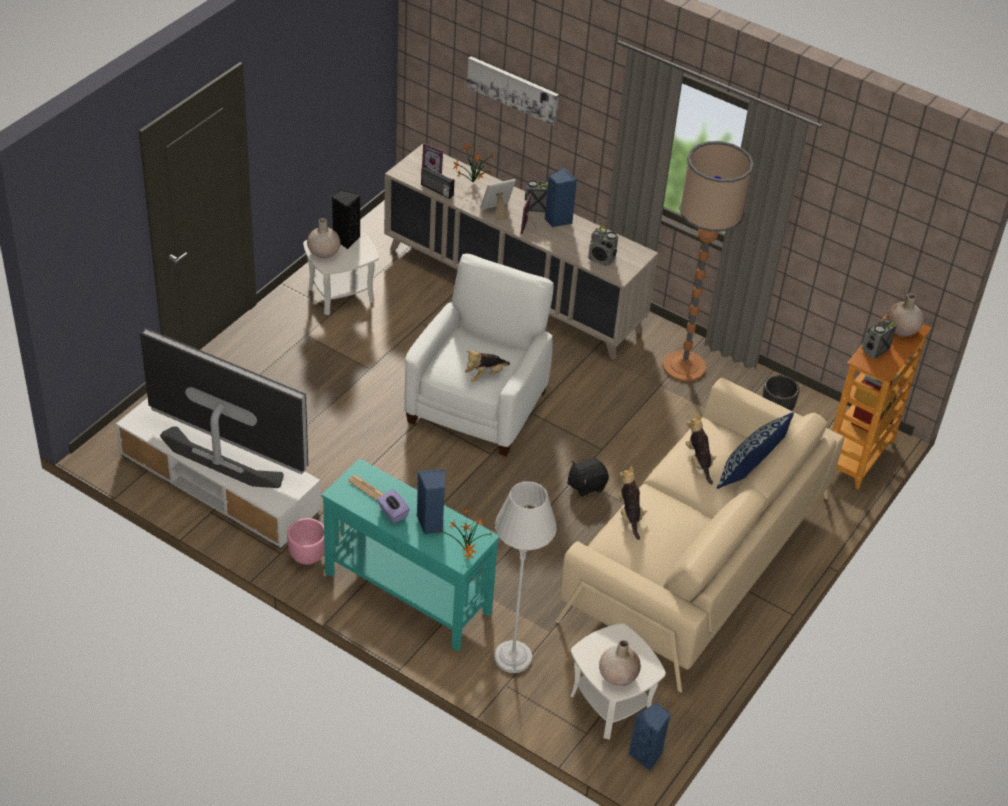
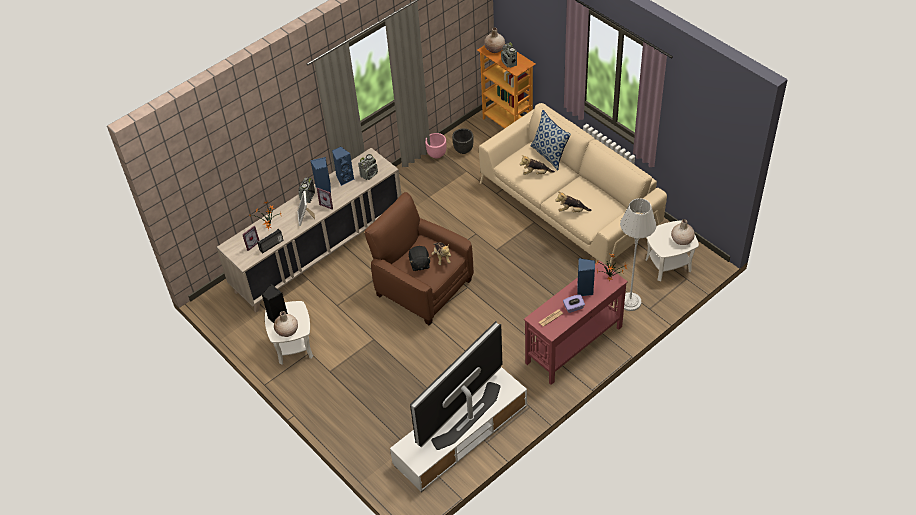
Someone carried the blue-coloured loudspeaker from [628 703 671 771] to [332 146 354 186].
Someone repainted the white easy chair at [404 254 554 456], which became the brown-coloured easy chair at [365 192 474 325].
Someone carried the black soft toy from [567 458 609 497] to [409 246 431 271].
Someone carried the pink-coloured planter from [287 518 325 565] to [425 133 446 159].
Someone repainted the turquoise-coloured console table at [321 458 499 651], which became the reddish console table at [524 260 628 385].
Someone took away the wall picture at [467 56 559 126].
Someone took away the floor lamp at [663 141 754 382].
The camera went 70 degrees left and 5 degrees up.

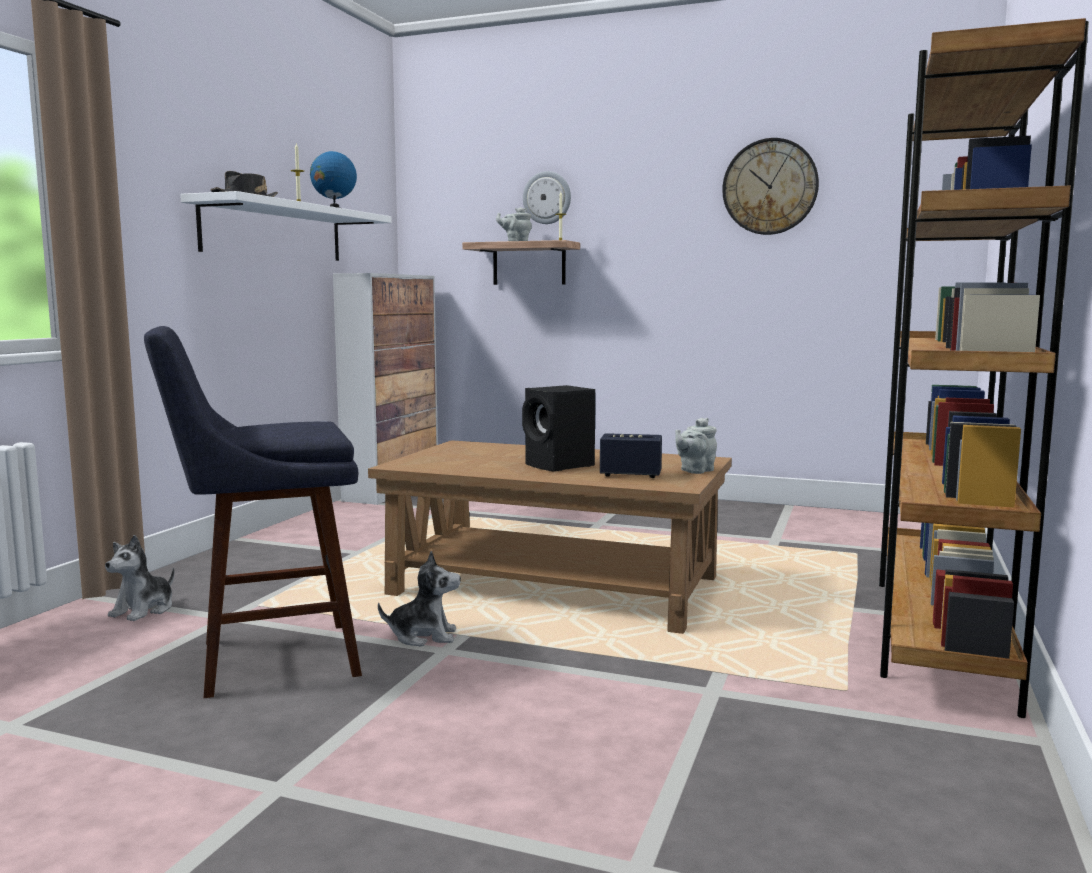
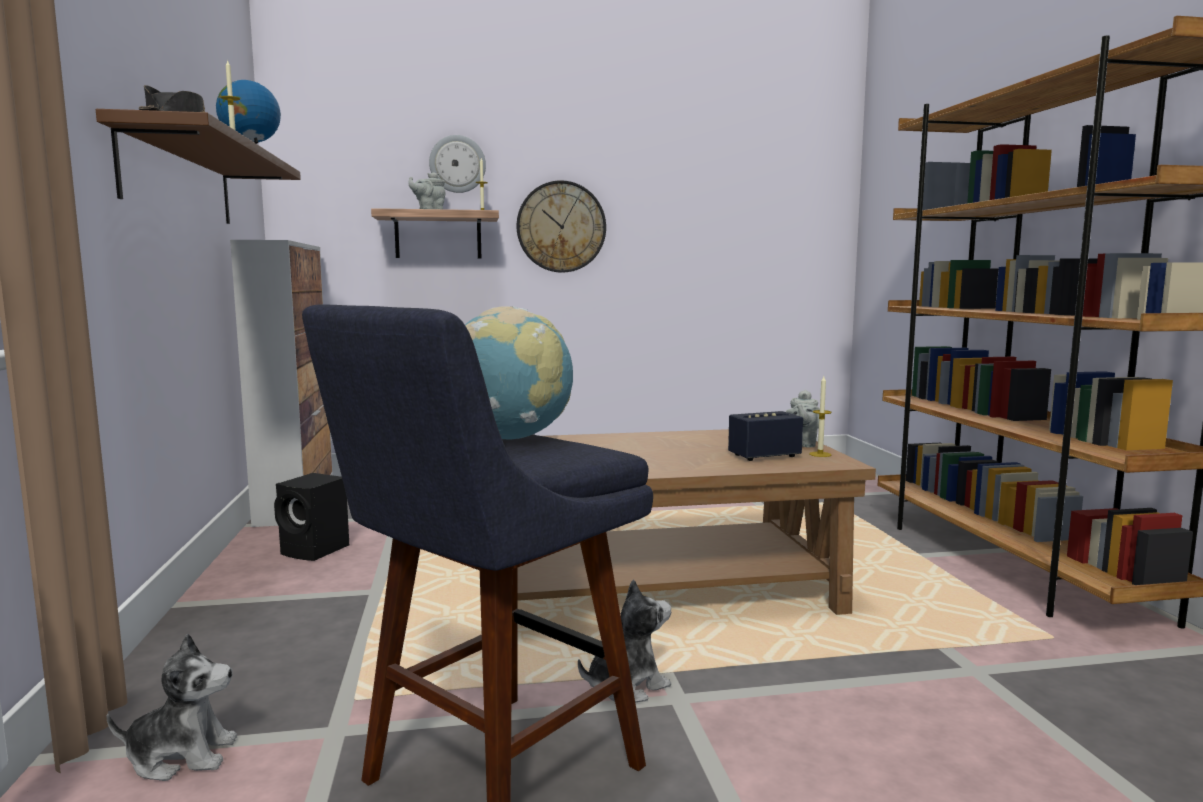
Someone repainted the white shelf at [180 191 392 261], which became the brown-coloured shelf at [96 109 301 224].
Someone rotated the soft toy at [105 535 175 621] by 90 degrees counterclockwise.
Someone carried the black loudspeaker from [522 385 595 471] to [274 473 349 561].
Someone put down the desk globe at [465 306 573 439].
Someone carried the clock on the wall from [722 138 819 235] to [517 180 606 273].
Someone put down the wax candle at [809 376 832 457].
The camera went 30 degrees left and 0 degrees up.

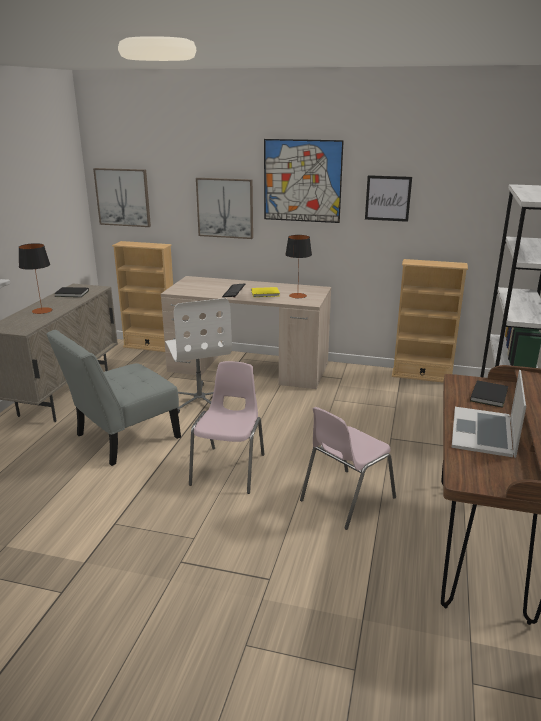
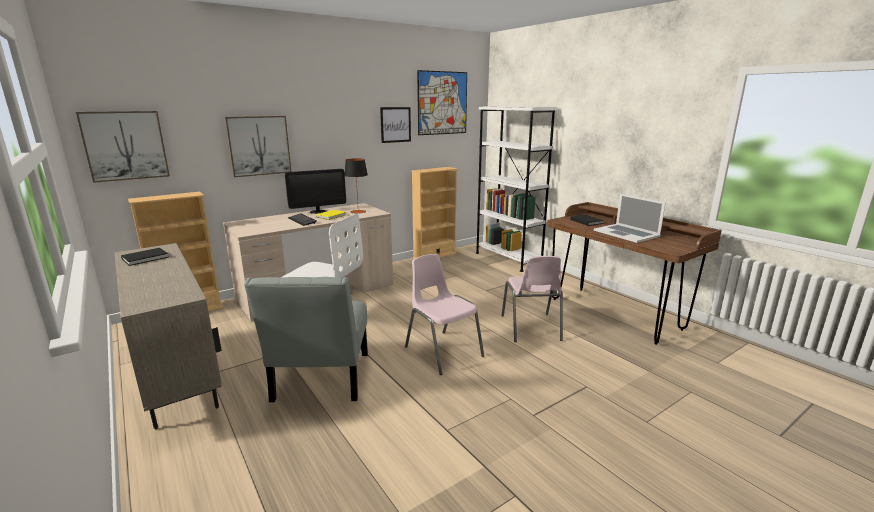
Someone put down the monitor at [285 169 346 214].
Someone carried the wall picture from [264 139 344 223] to [417 70 467 135].
Someone took away the table lamp at [19 243 53 314].
The camera went 50 degrees left and 5 degrees down.

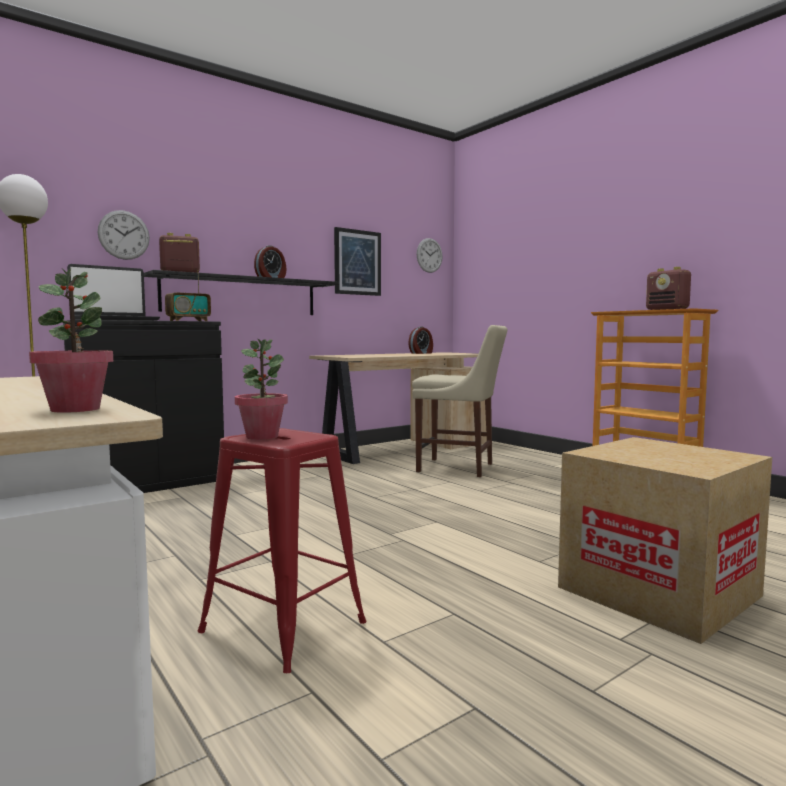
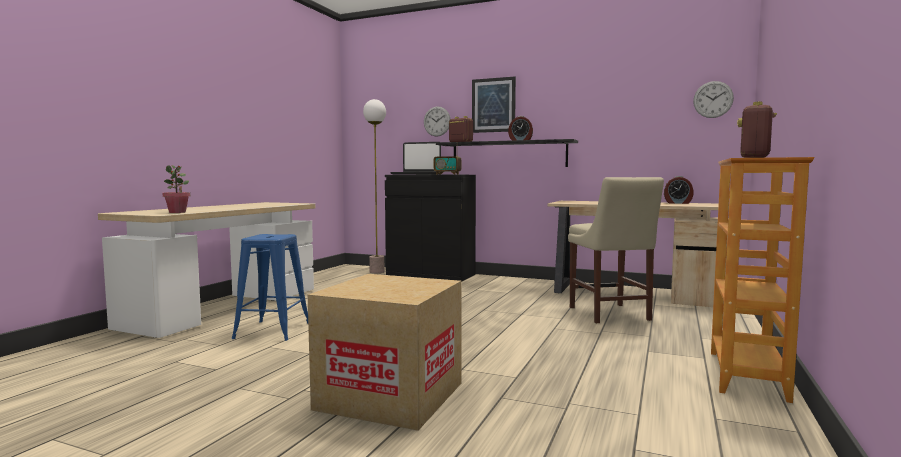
Someone repainted the reddish stool at [198 428 366 673], which became the blue-coloured stool at [231 234 308 341].
Someone carried the wall picture from [334 227 381 296] to [472 77 516 133].
Someone took away the houseplant at [235 338 288 440].
The camera went 60 degrees right and 0 degrees up.

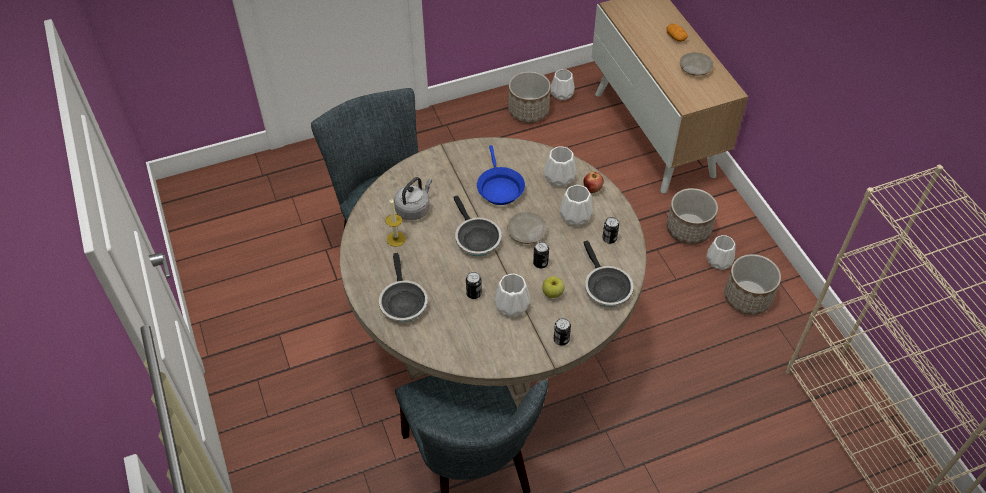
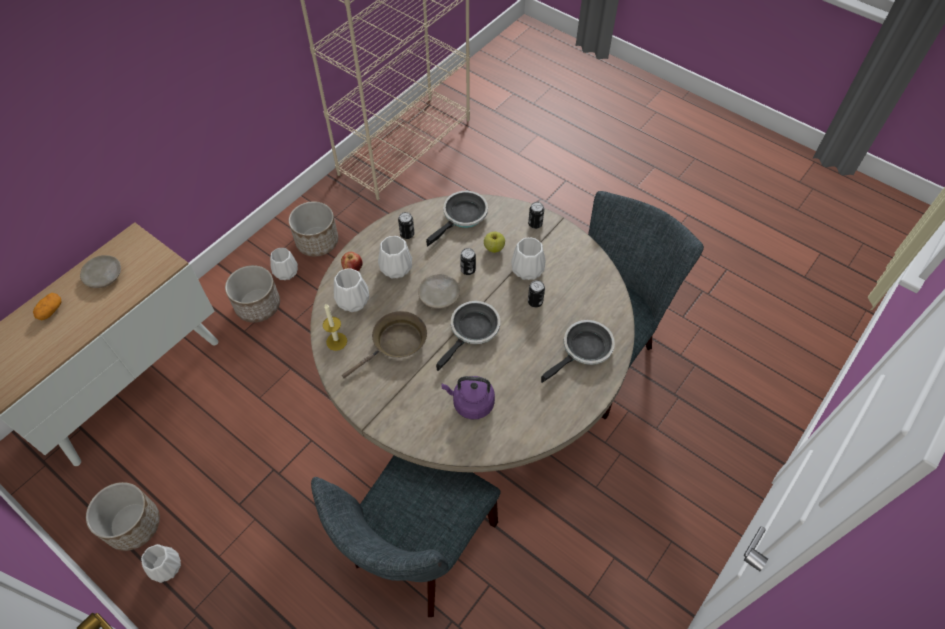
Someone carried the white decorative vase from [551 69 575 100] to [141 544 181 583].
Someone carried the wax candle from [386 198 406 247] to [323 304 347 351].
Someone repainted the blue-coloured pan at [477 145 525 205], which became the brown-coloured pan at [342 311 427 378].
Someone repainted the gray tea kettle at [394 177 432 220], which became the purple-coloured tea kettle at [442 376 495 419].
The camera went 120 degrees left and 5 degrees up.

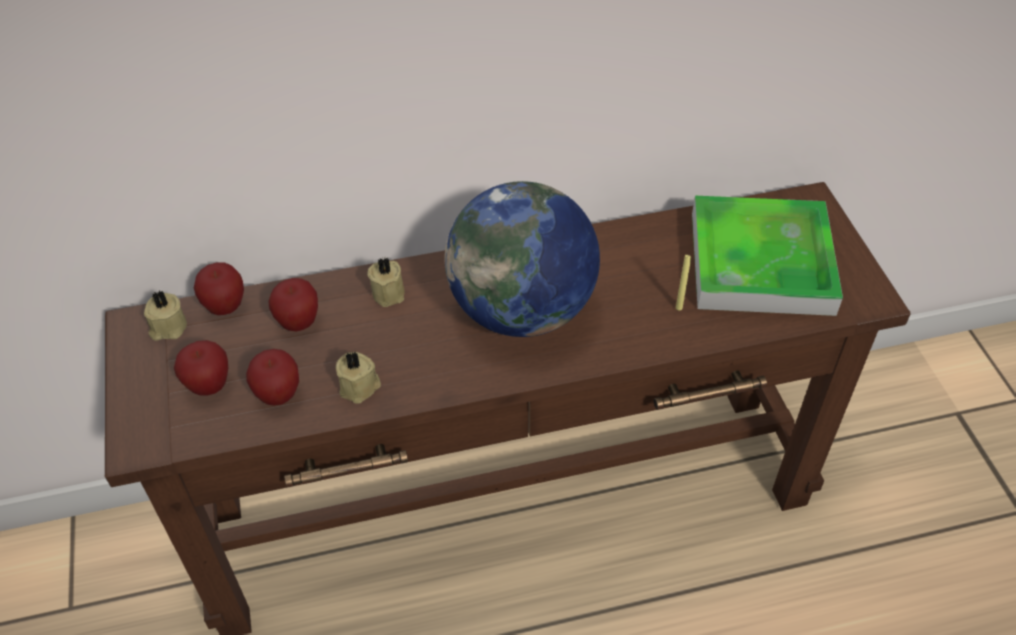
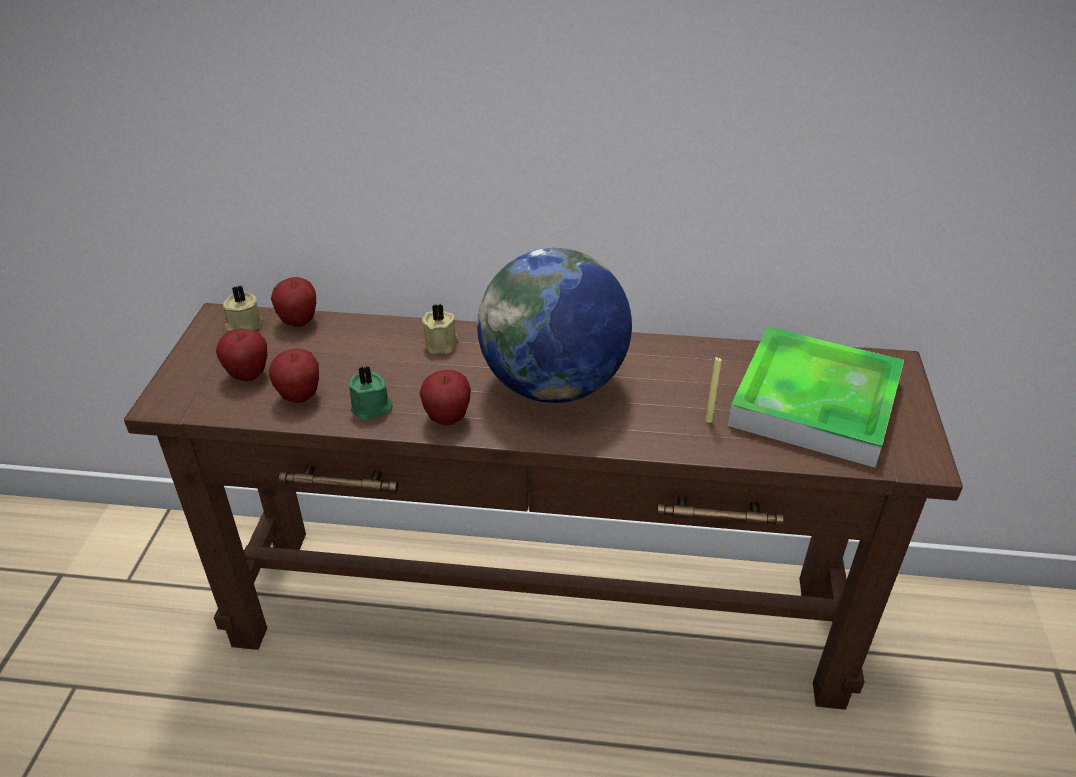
Someone repainted the sand-coloured wax candle at [336 351 381 404], which became the greenish wax candle at [348 366 393 421].
Someone carried the whole apple from [268 278 318 332] to [419 370 471 425].
The camera went 20 degrees right and 10 degrees down.

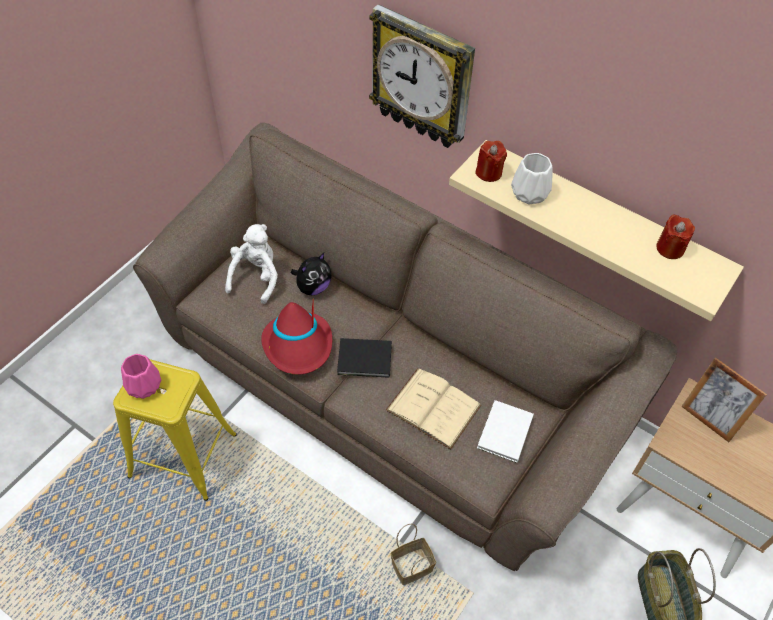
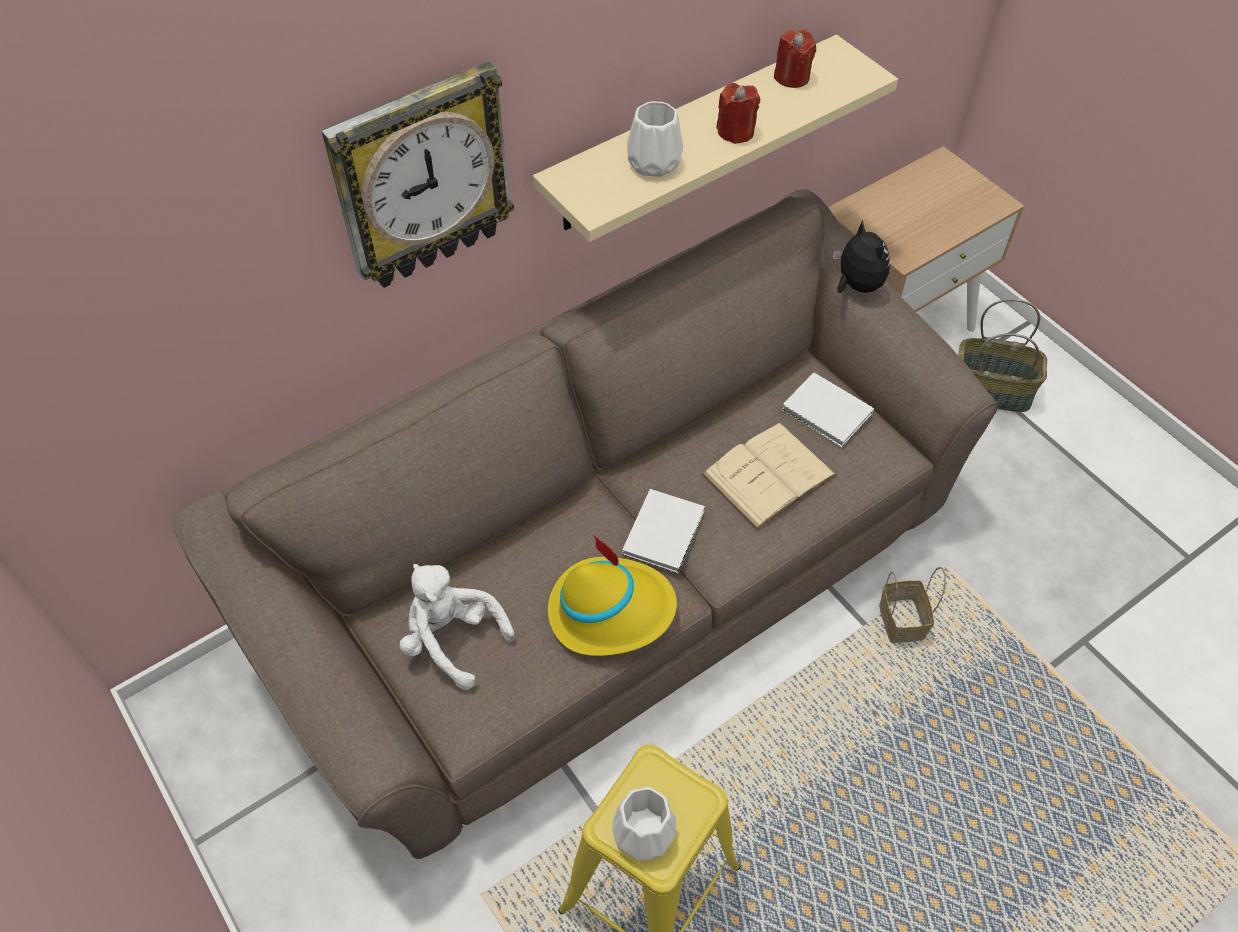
Someone repainted the reddish hat at [261 302 332 375], which became the yellowish hat at [548 534 677 656].
Someone repainted the pink-coloured decorative vase at [121 354 161 399], which became the white decorative vase at [613 787 676 861].
Someone repainted the black volume at [337 338 392 378], which became the white volume at [622 489 705 574].
Someone carried the reddish wax candle from [475 141 507 182] to [716 83 760 144].
Someone carried the soft toy from [291 253 331 296] to [833 220 890 293].
Someone took away the photo frame at [681 357 767 442].
The camera went 70 degrees left and 0 degrees up.

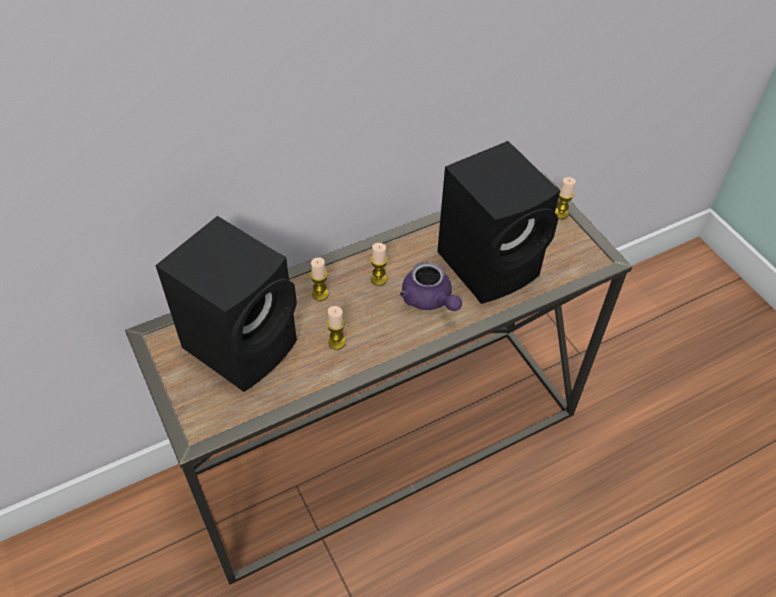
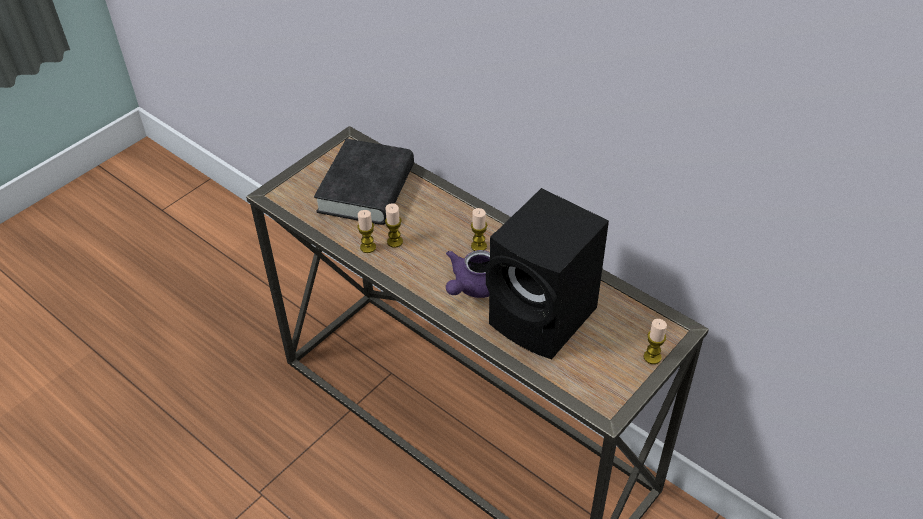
Someone swapped the black loudspeaker at [155 216 297 392] for the black volume at [314 139 414 225].
Someone carried the wax candle from [310 257 329 301] to [358 210 376 253].
The camera went 70 degrees right and 5 degrees down.

